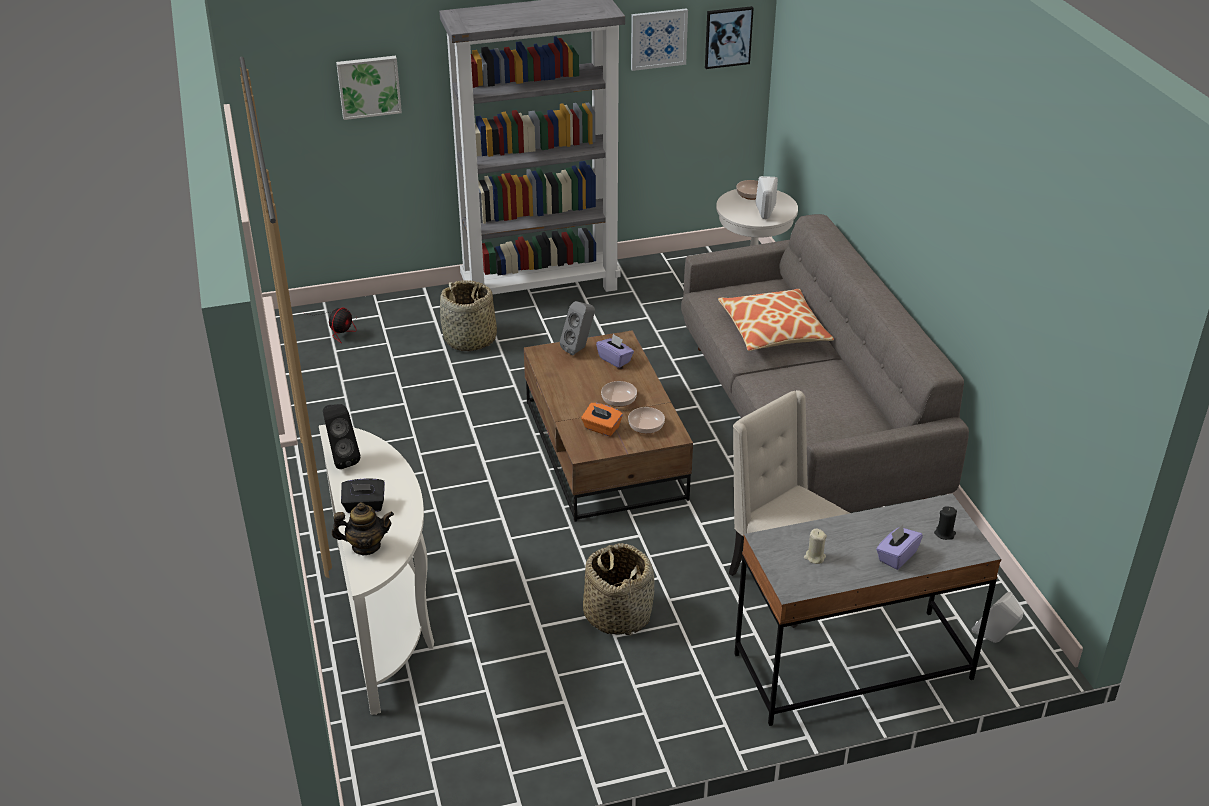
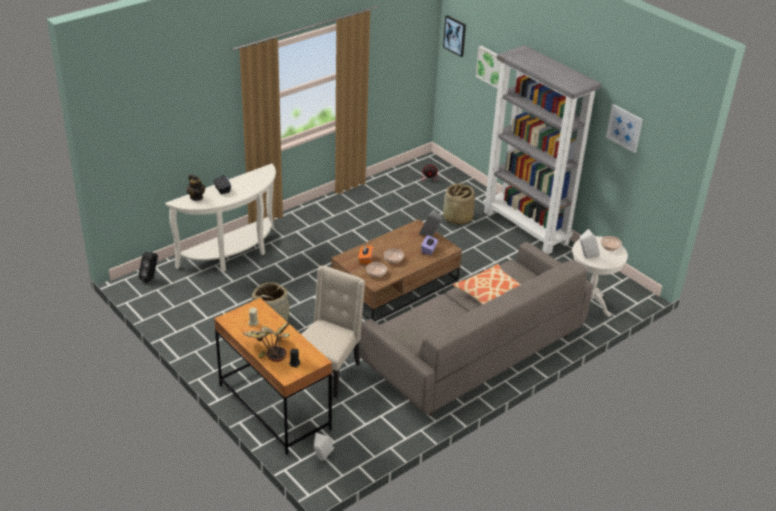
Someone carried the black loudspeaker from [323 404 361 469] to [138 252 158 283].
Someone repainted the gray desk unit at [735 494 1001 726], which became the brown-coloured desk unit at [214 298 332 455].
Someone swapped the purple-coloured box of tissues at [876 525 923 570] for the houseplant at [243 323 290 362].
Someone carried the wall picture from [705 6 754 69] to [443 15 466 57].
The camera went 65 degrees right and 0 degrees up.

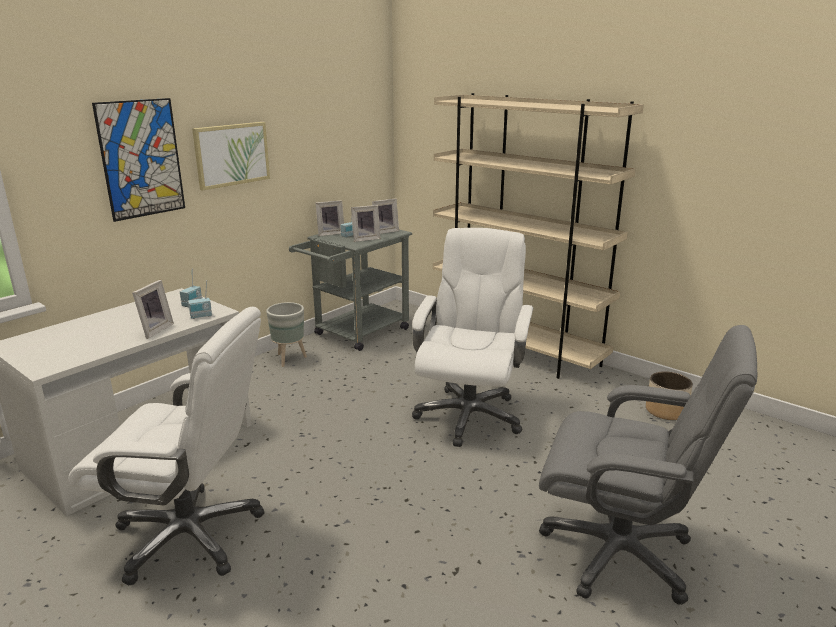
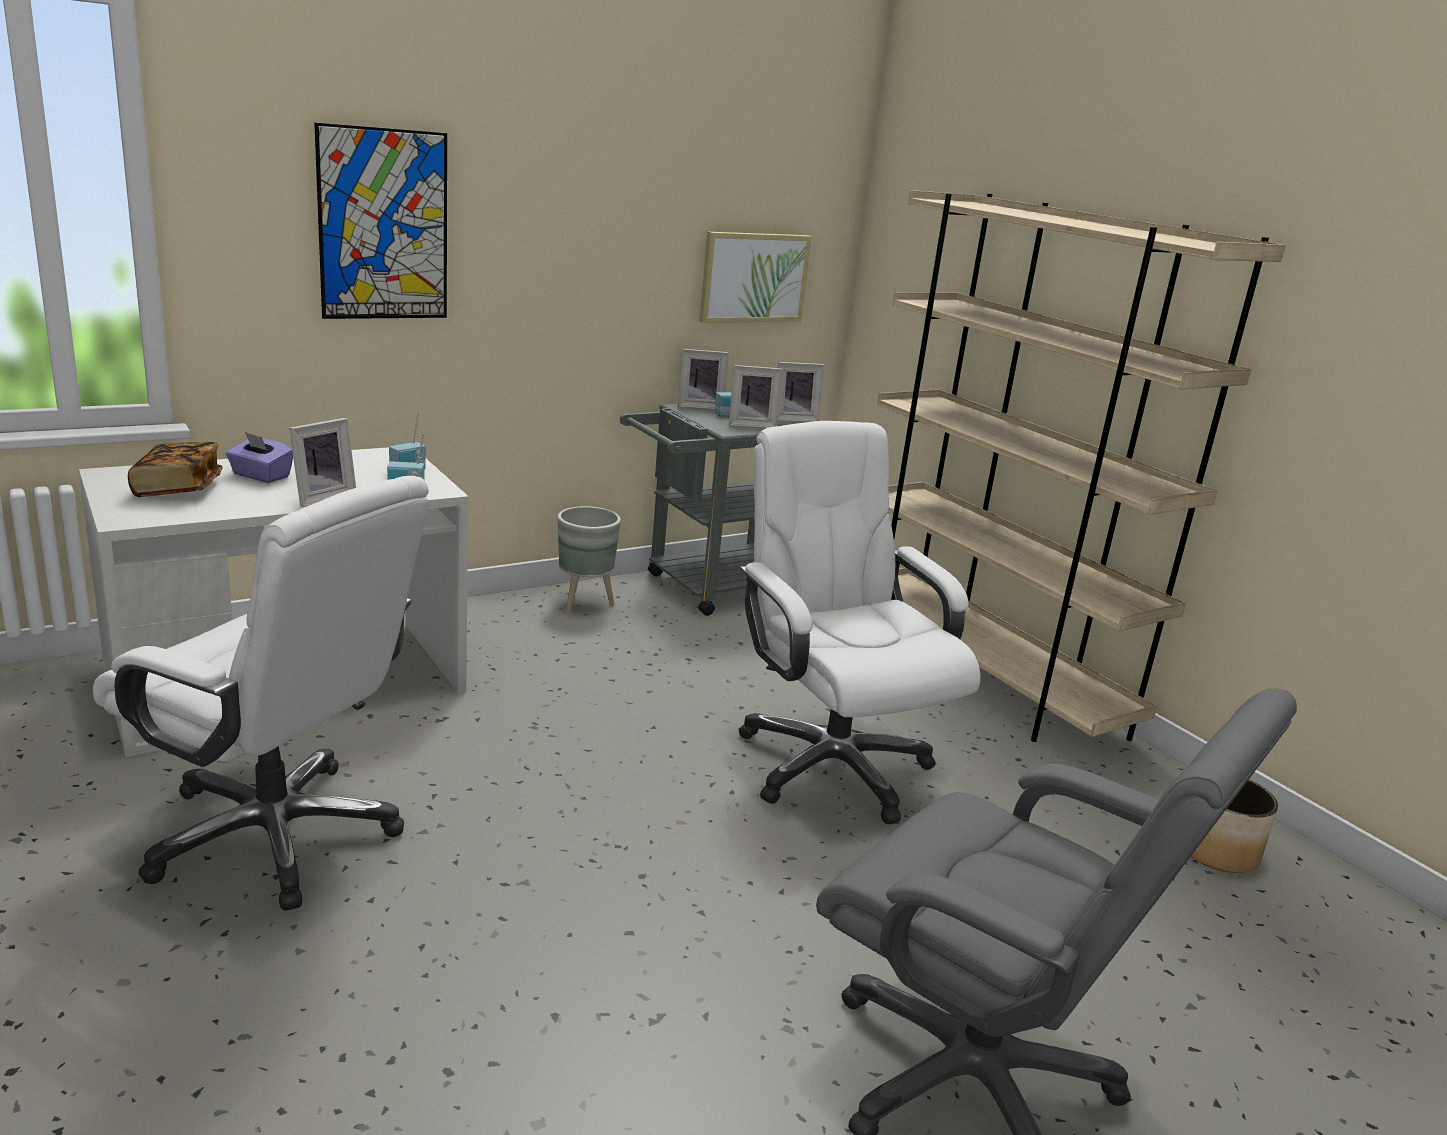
Someone put down the volume at [128 442 222 497].
Someone put down the purple-coloured box of tissues at [226 432 293 483].
Someone carried the wall picture from [192 122 270 191] to [700 232 812 323].
Someone rotated the white computer chair at [412 228 534 447] by 60 degrees counterclockwise.
The camera went 15 degrees right and 0 degrees up.

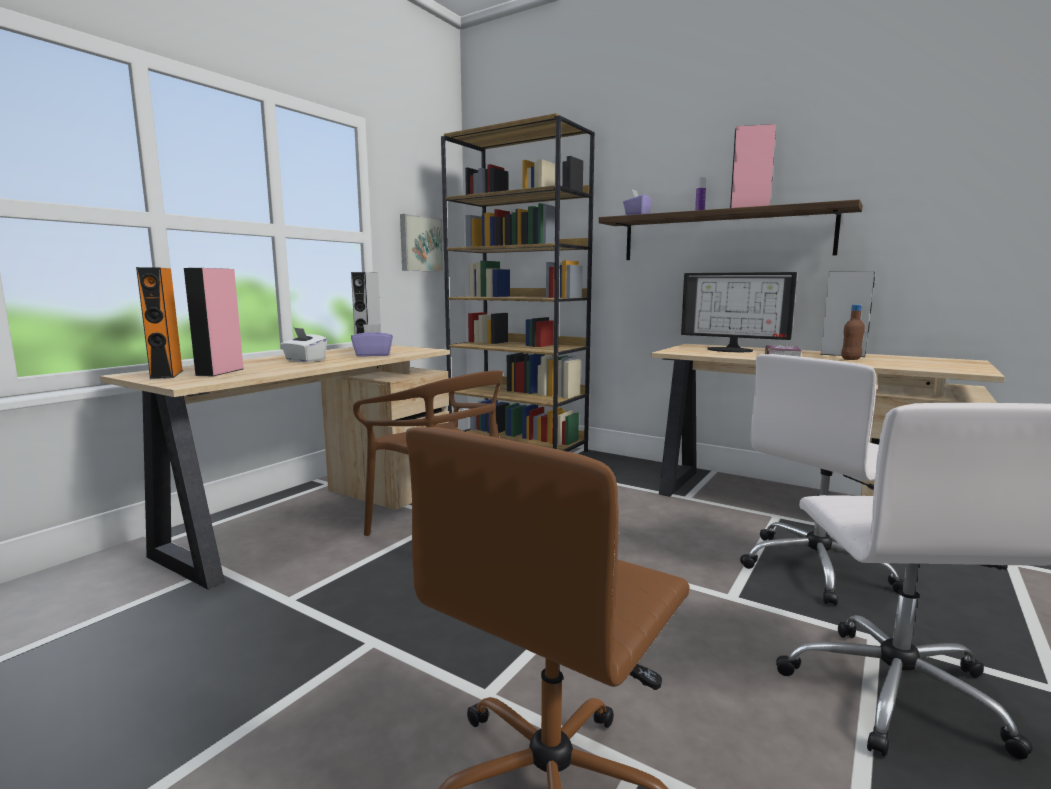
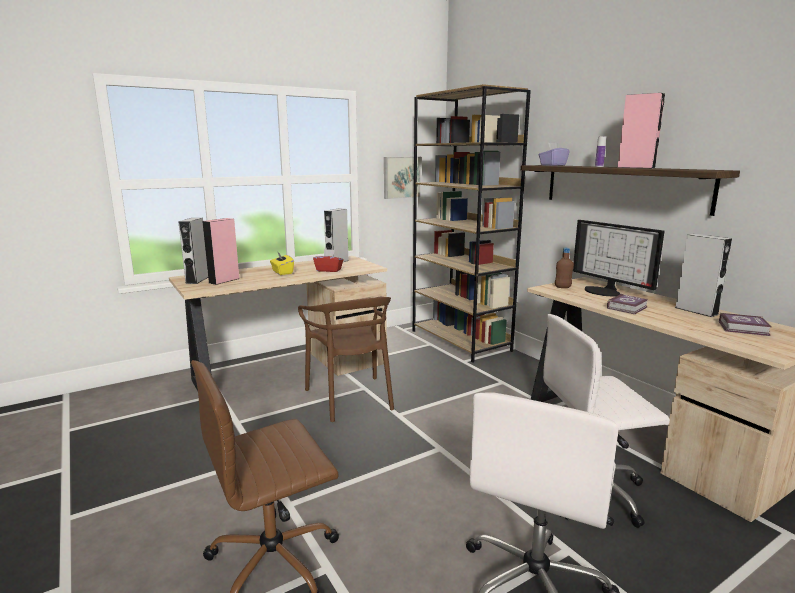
Someone repainted the orange loudspeaker at [136 267 182 379], which became the gray loudspeaker at [178 218 208 284].
Someone repainted the white box of tissues at [281 328 327 362], which became the yellowish box of tissues at [270 252 294 275].
Someone repainted the purple-coloured box of tissues at [351 324 393 357], which became the reddish box of tissues at [313 249 344 272].
Someone carried the brown-coloured beverage bottle from [841 304 865 360] to [555 248 574 288].
Someone put down the volume at [719 313 771 336].
The camera went 25 degrees right and 5 degrees up.

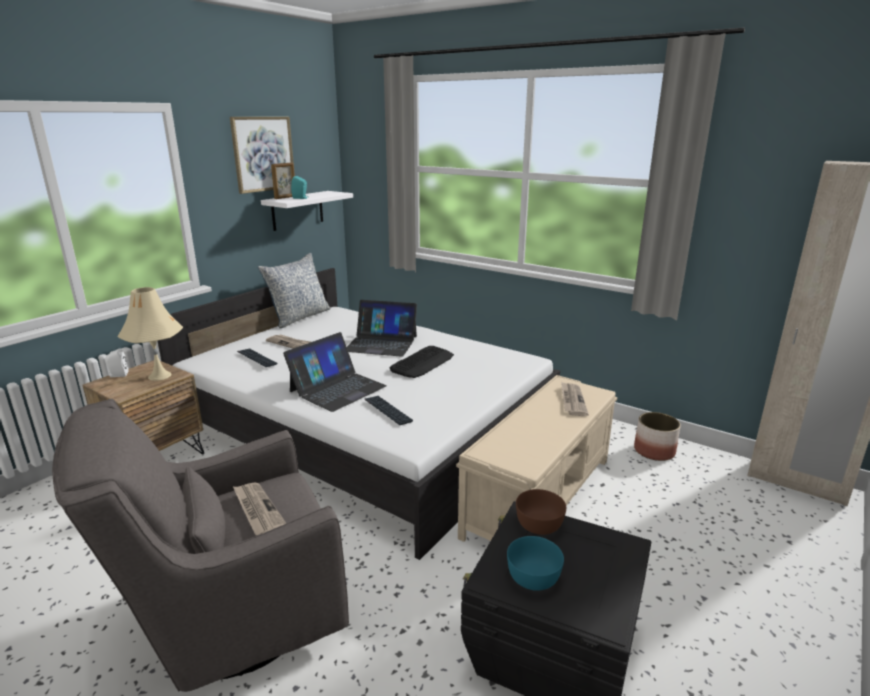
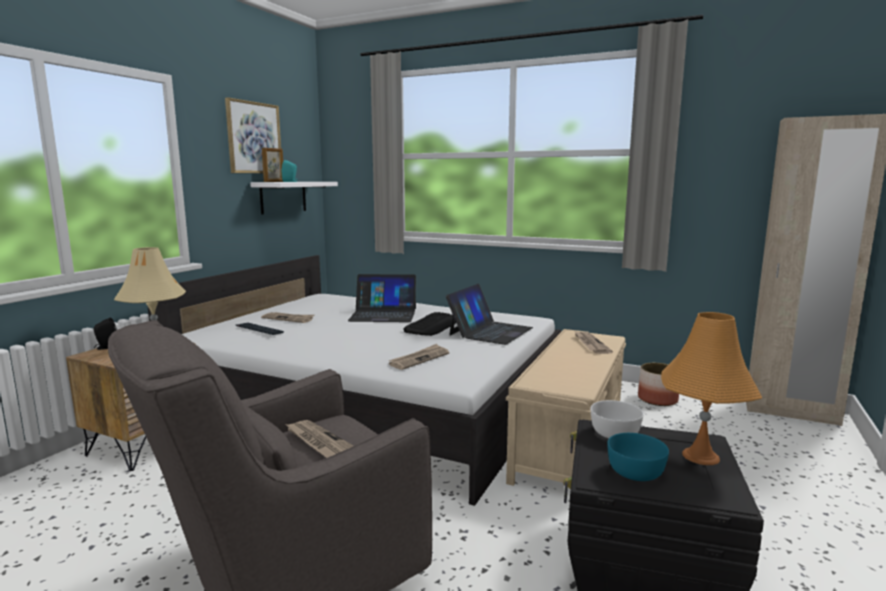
Someone repainted the white loudspeaker at [105 348 129 377], which became the black loudspeaker at [94 317 117 350].
Someone swapped the keyboard at [365 396 413 425] for the printed paper at [389 344 449 370].
Someone carried the laptop from [283 332 387 412] to [446 284 533 345].
Someone repainted the brown-coloured bowl at [516 489 566 535], which became the white bowl at [591 400 643 438].
Someone put down the orange table lamp at [661 312 762 465].
Someone took away the cushion at [258 253 331 328].
The camera went 10 degrees left and 10 degrees down.

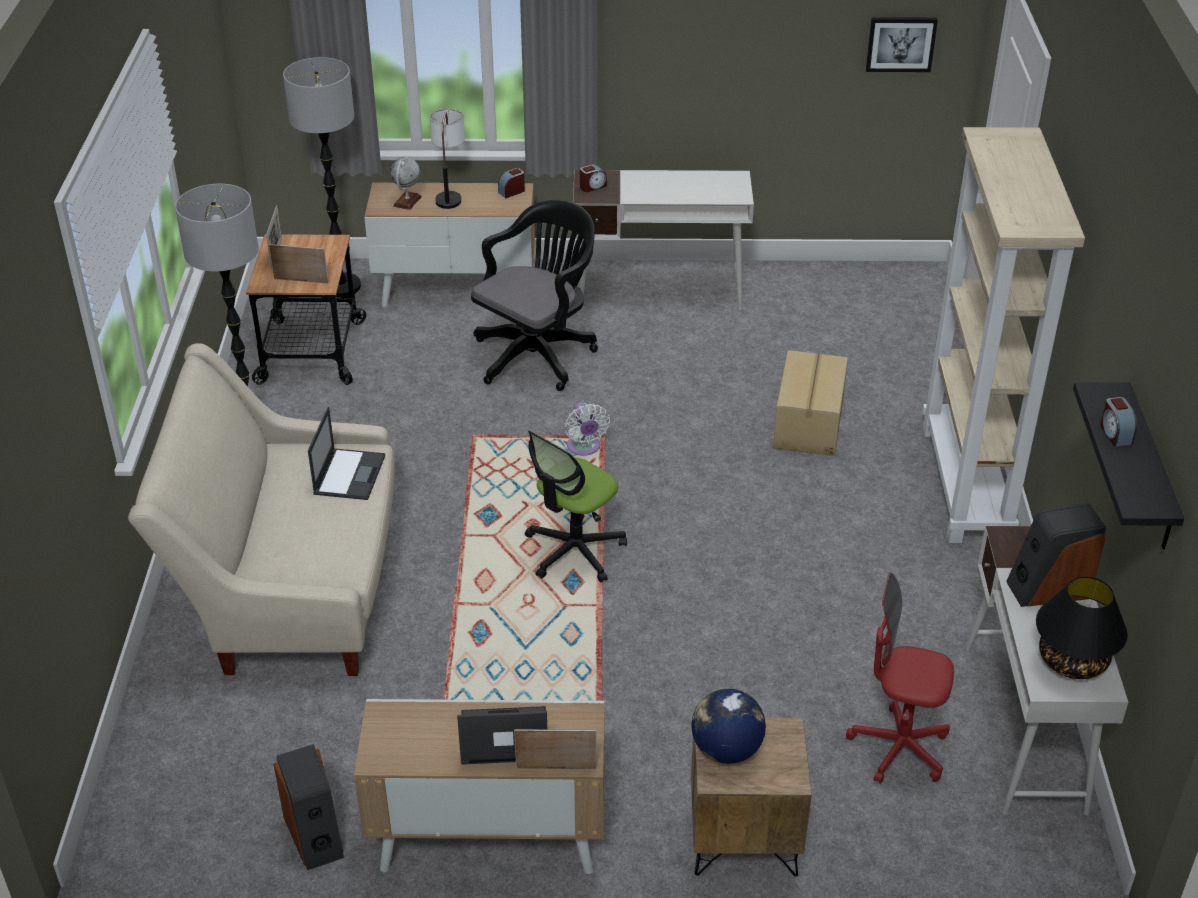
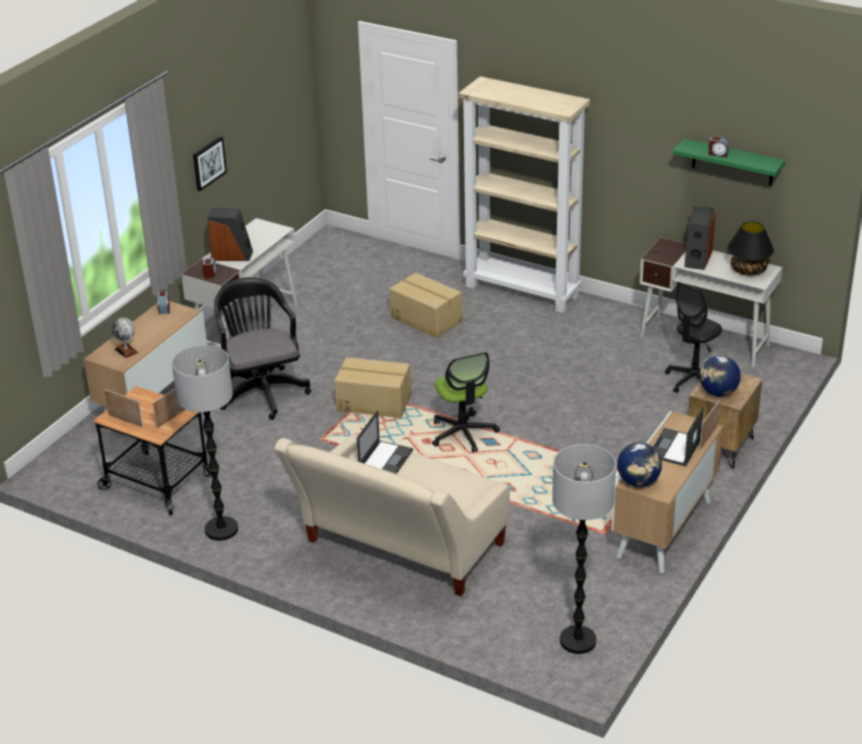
Someone carried the wall picture from [866 17 938 72] to [193 136 227 191].
Someone carried the loudspeaker from [273 744 344 870] to [207 208 253 261].
Someone swapped the white electric fan at [565 402 610 456] for the carton at [334 357 411 418].
Someone rotated the laptop at [308 407 385 500] by 75 degrees clockwise.
Someone carried the floor lamp from [283 57 361 298] to [552 444 616 654].
Someone put down the desk globe at [617 442 662 487].
Someone repainted the reddish computer chair at [846 573 954 784], which became the black computer chair at [665 282 722 393].
Someone repainted the black shelf at [1073 382 1184 549], which became the greenish shelf at [673 139 786 185].
Someone took away the table lamp at [430 109 465 209].
The camera went 60 degrees left and 5 degrees down.

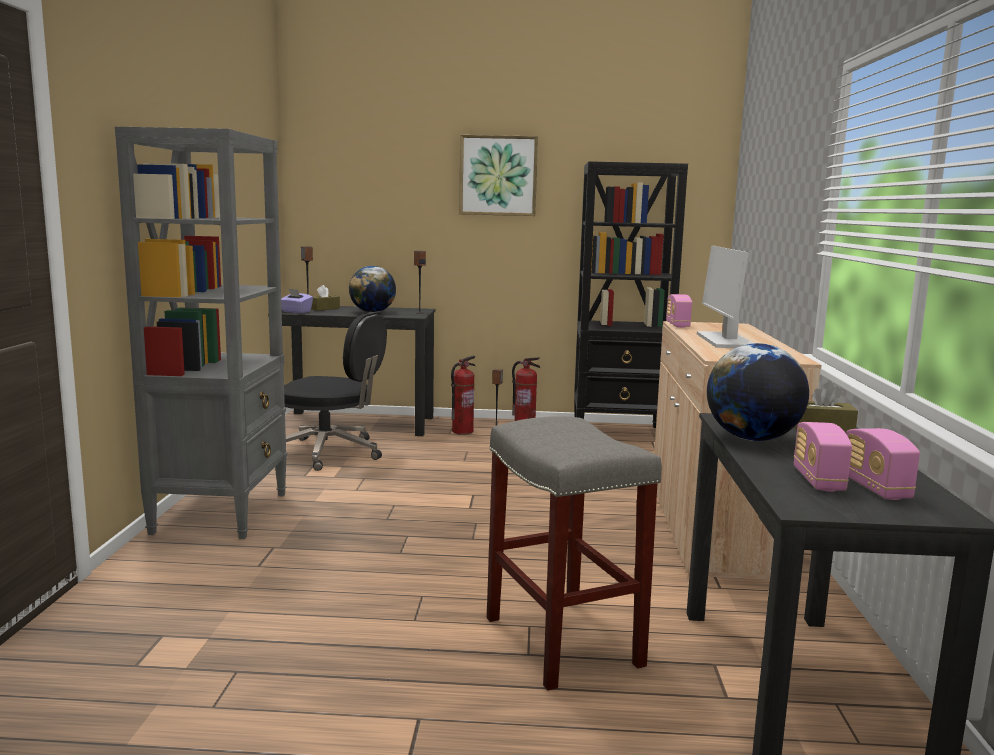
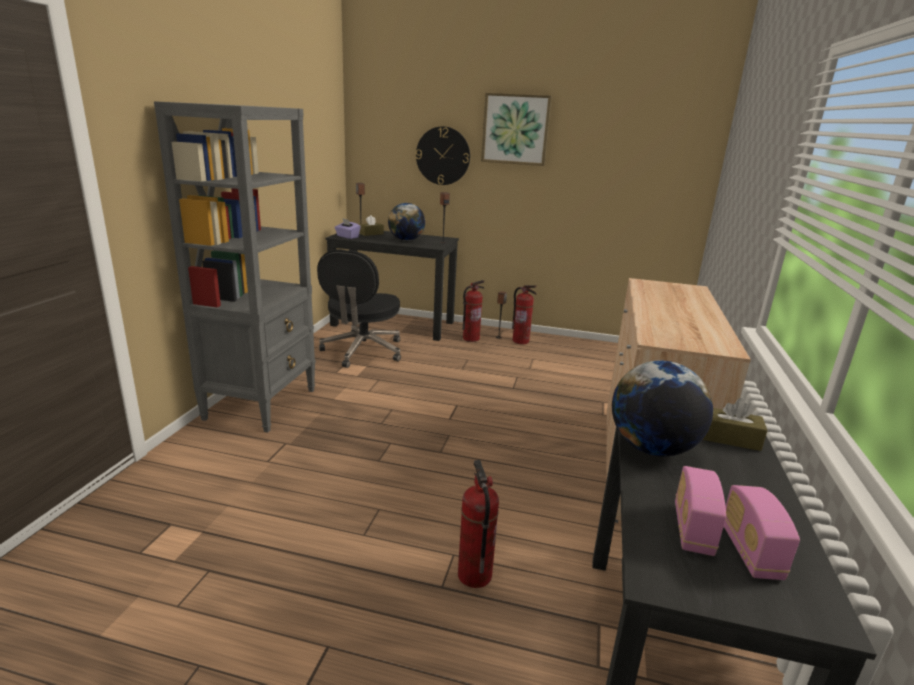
Someone rotated the black computer chair at [284 312 387 471] by 75 degrees clockwise.
Someone put up the clock on the wall at [416 126 470 185].
Someone swapped the gray stool at [487 416 662 690] for the fire-fighting cylinder at [458 460 499 588].
Someone took away the black shelving unit at [574 161 688 428].
Someone took away the radio set at [666 294 692 328].
Someone took away the monitor at [697 245 754 348].
The camera went 10 degrees right and 10 degrees up.

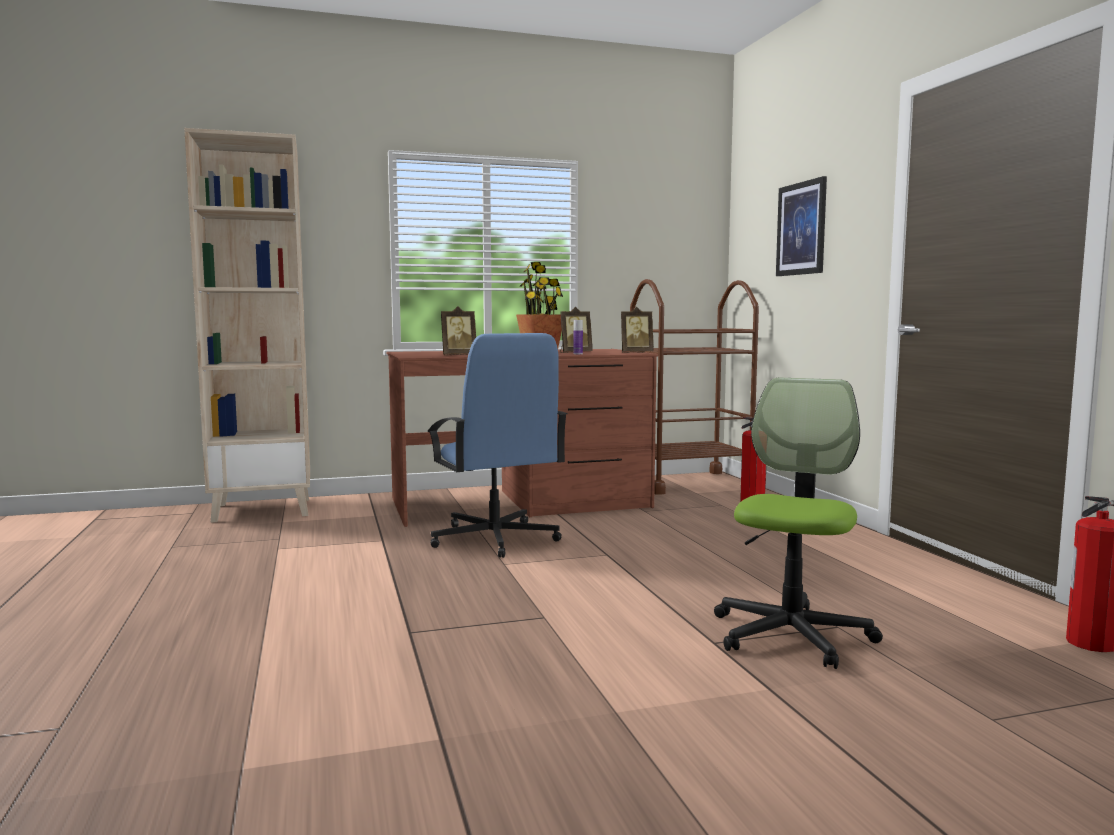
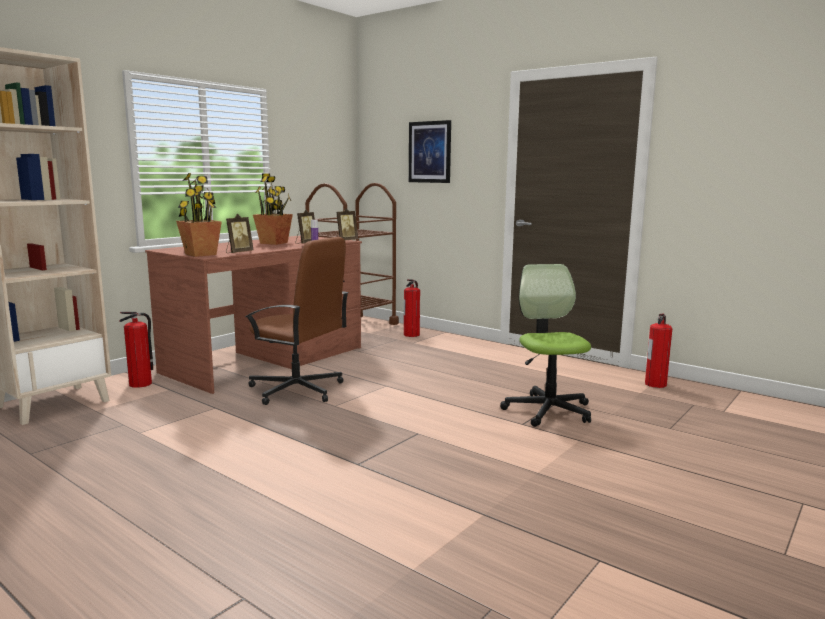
Someone put down the fire-fighting cylinder at [120 312 153 388].
Someone put down the houseplant at [176 173 222 257].
Someone repainted the blue-coloured computer chair at [427 333 568 558], which became the brown-coloured computer chair at [245 237 348 405].
The camera went 35 degrees left and 5 degrees up.

